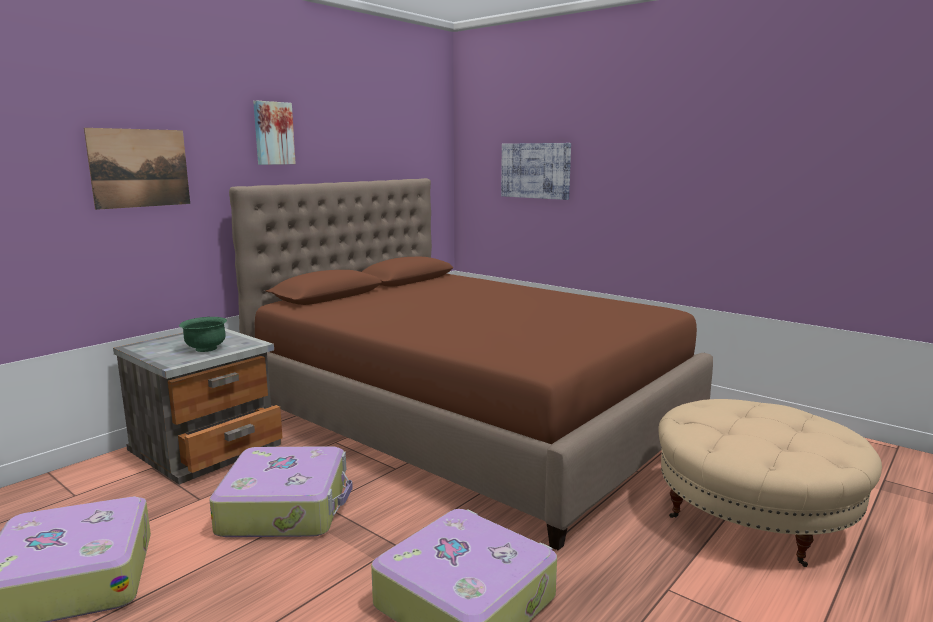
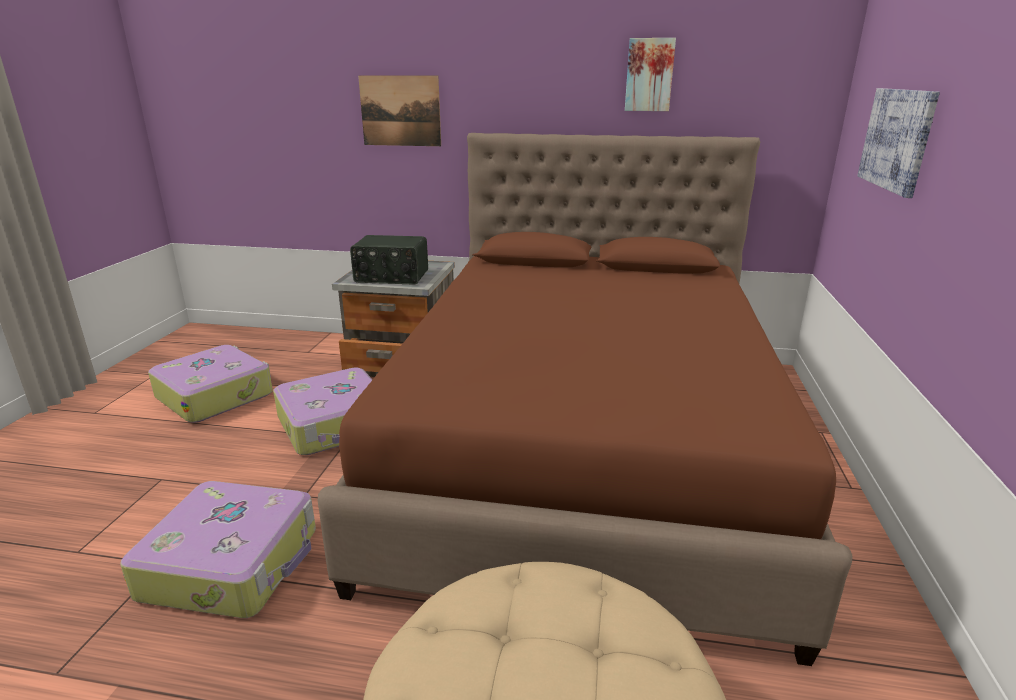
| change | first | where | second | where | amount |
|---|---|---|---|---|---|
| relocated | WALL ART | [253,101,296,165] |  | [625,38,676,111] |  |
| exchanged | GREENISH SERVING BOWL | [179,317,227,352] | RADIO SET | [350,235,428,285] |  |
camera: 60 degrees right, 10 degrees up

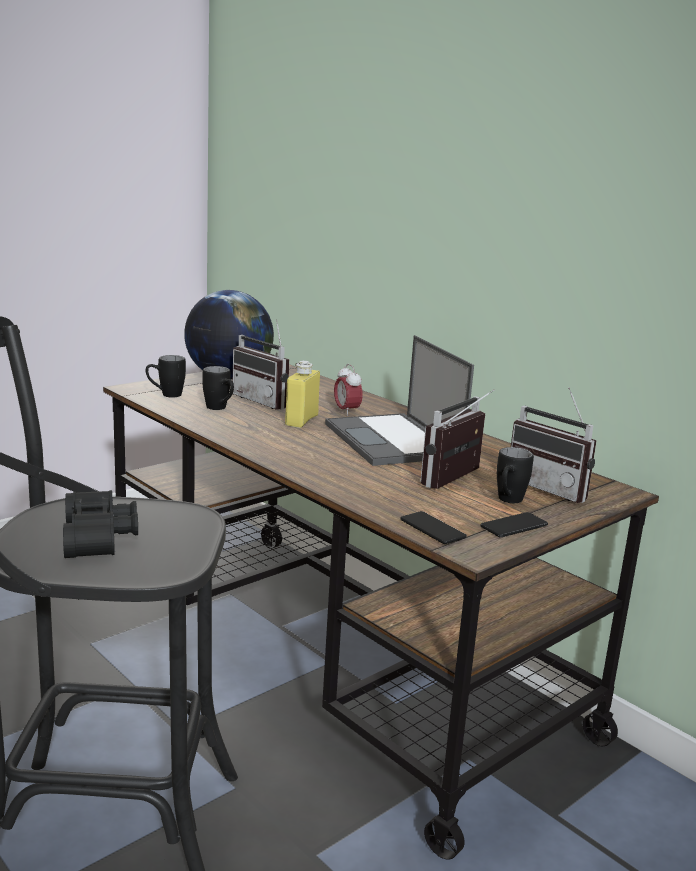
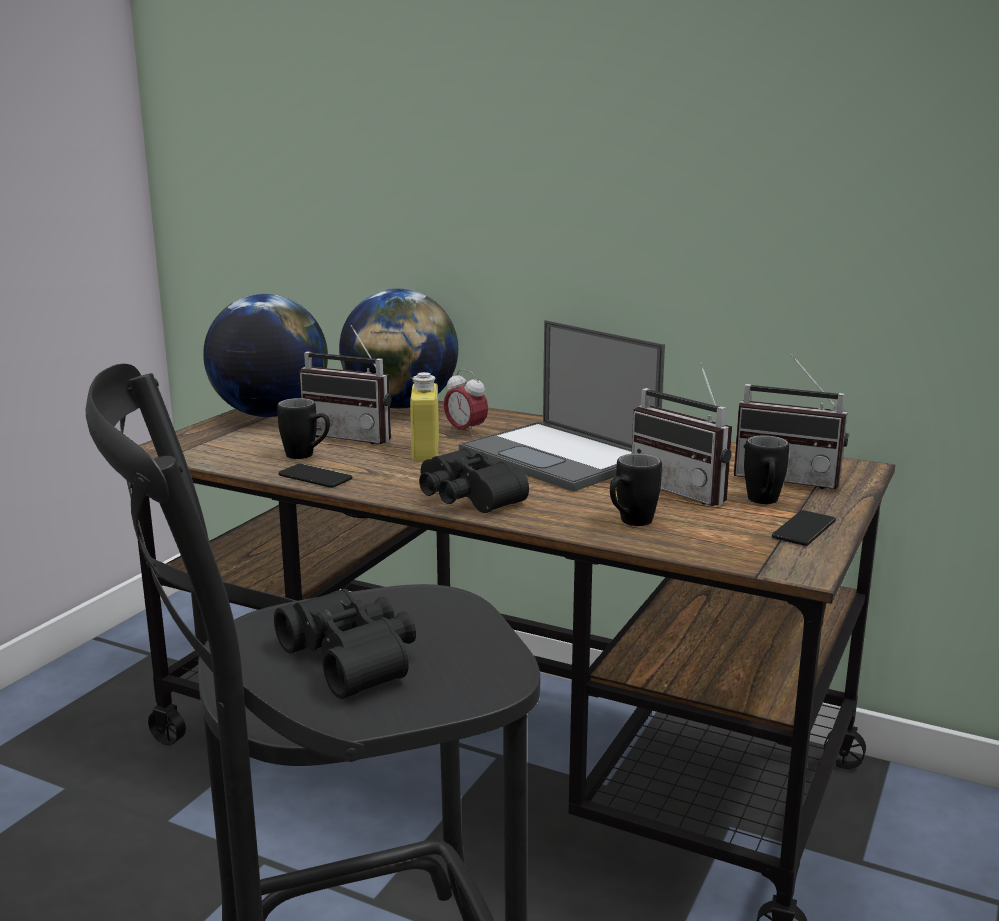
| change | first | where | second | where | amount |
|---|---|---|---|---|---|
| relocated | BLACKISH COFFEE MUG | [146,355,186,397] |  | [610,453,662,526] |  |
| spun | RADIO SET | [420,389,494,489] |  | [632,363,732,506] | 60 degrees counterclockwise |
| relocated | PHONE | [401,511,467,544] |  | [278,464,352,488] |  |
| appeared |  |  | WORLD GLOBE | [339,289,458,409] |  |
| appeared |  |  | BLACKISH BINOCULARS | [419,448,529,513] |  |
camera: 20 degrees left, 0 degrees up

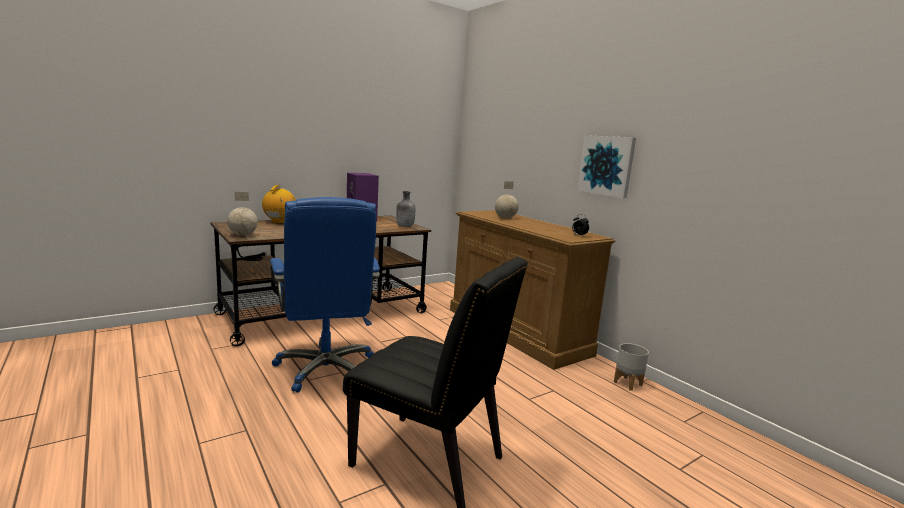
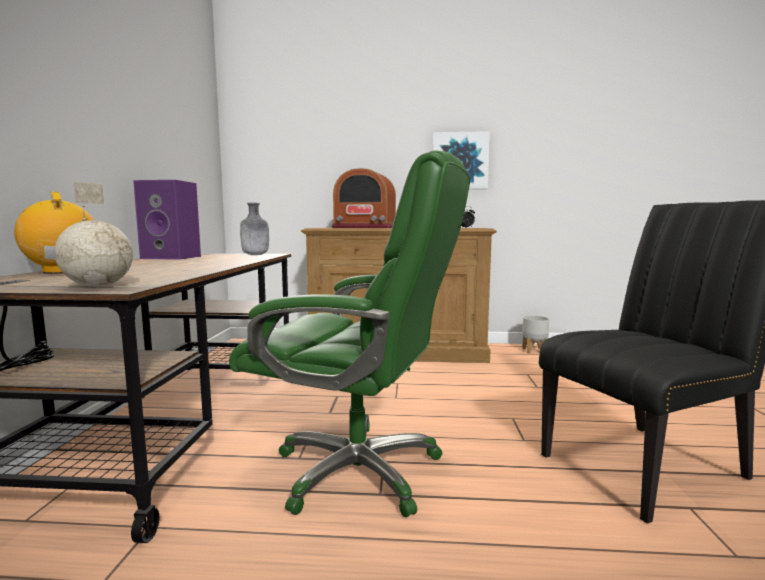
| change | first | where | second | where | amount |
|---|---|---|---|---|---|
| exchanged | WORLD GLOBE | [495,181,519,219] | RADIO SET | [332,169,396,228] |  |
| colour | BLUE-COLOURED OFFICE CHAIR | [270,197,380,393] | GREENISH OFFICE CHAIR | [229,151,470,518] |  |
camera: 50 degrees left, 5 degrees down

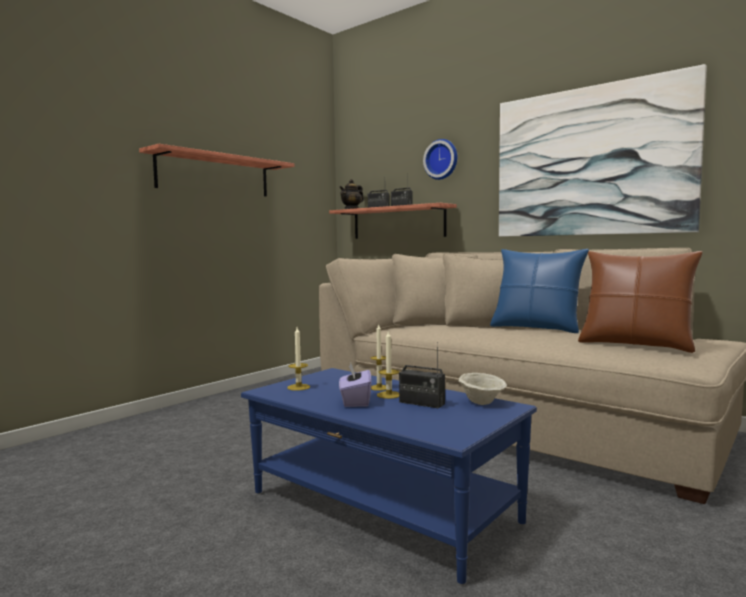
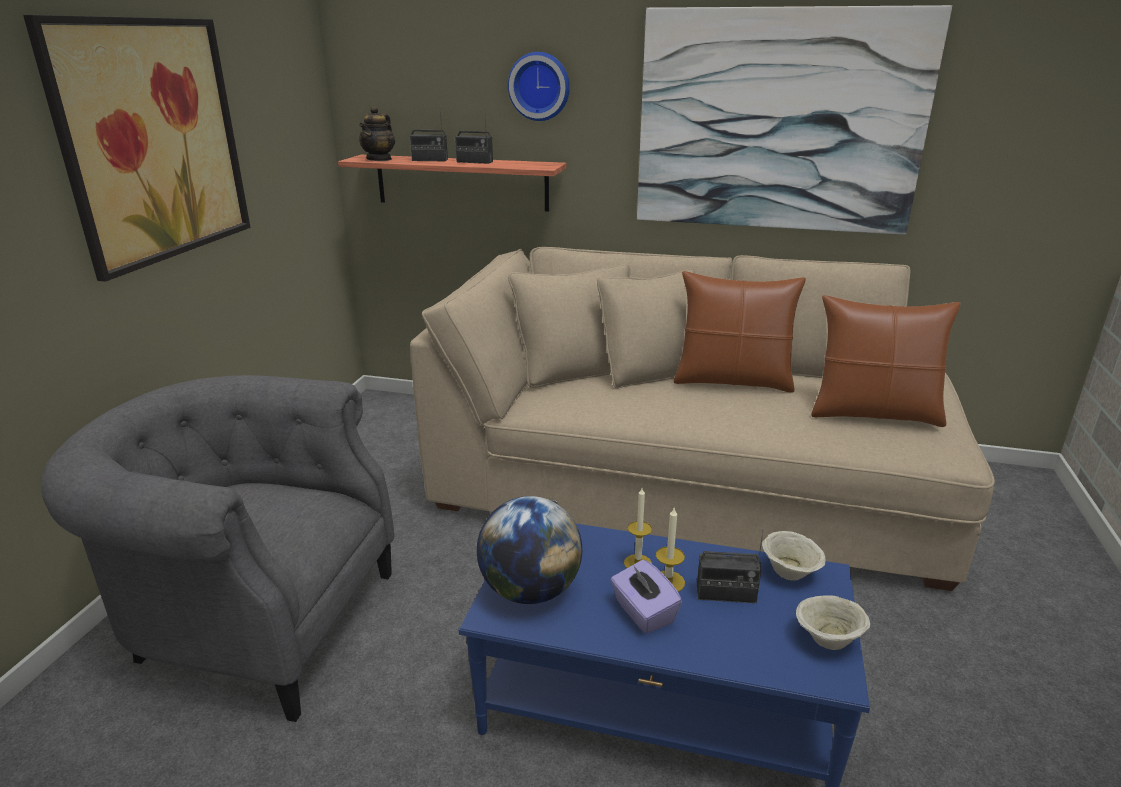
| change | first | where | second | where | amount |
|---|---|---|---|---|---|
| exchanged | WALL SHELF | [139,144,295,197] | WALL ART | [23,15,251,282] |  |
| colour | BLUE-COLOURED CUSHION | [490,249,589,333] | BROWN-COLOURED CUSHION | [673,271,806,393] |  |
| exchanged | CANDLE | [287,327,310,391] | WORLD GLOBE | [477,496,582,604] |  |
| appeared |  |  | GRAY EASY CHAIR | [41,375,394,722] |  |
| appeared |  |  | BEIGE-COLOURED SERVING BOWL | [796,595,870,650] |  |
camera: 25 degrees left, 20 degrees up

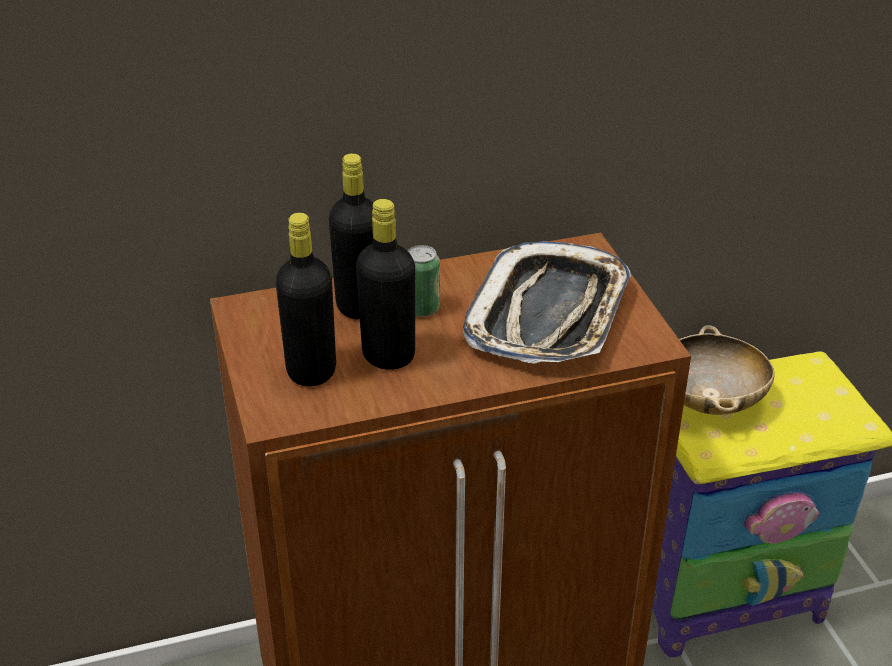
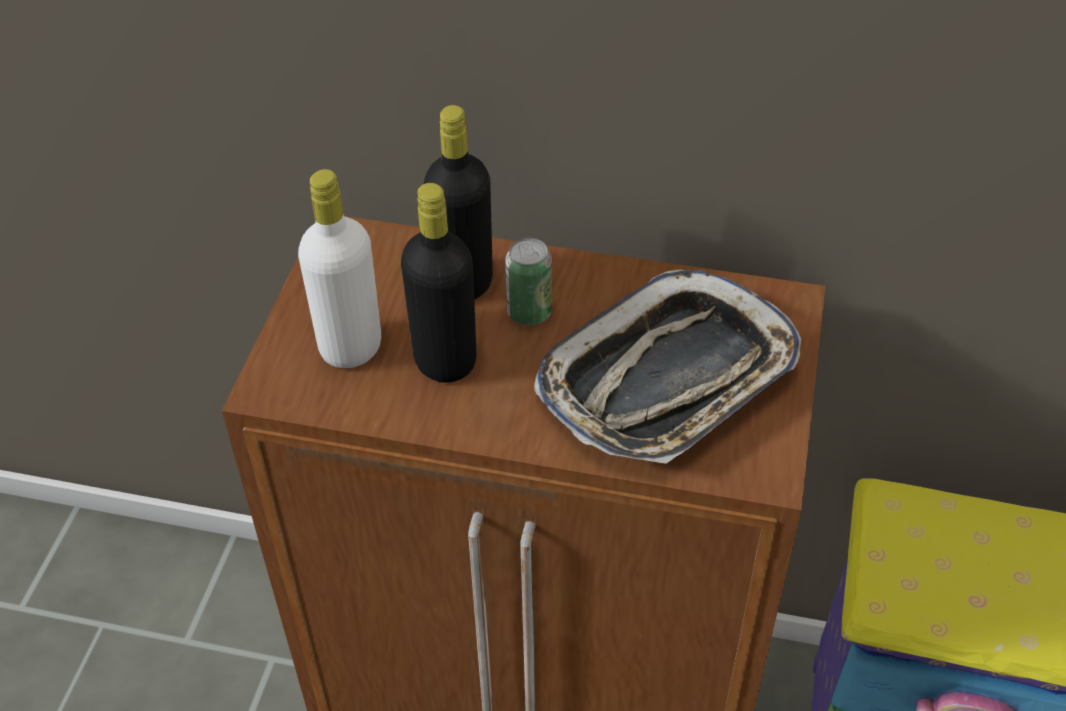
| change | first | where | second | where | amount |
|---|---|---|---|---|---|
| colour | BLACKISH BOTTLE | [276,213,336,387] | WHITE-COLOURED BOTTLE | [298,169,381,368] |  |
| missing | BEIGE-COLOURED SERVING BOWL | [679,325,775,415] |  |  |  |
camera: 30 degrees right, 10 degrees up

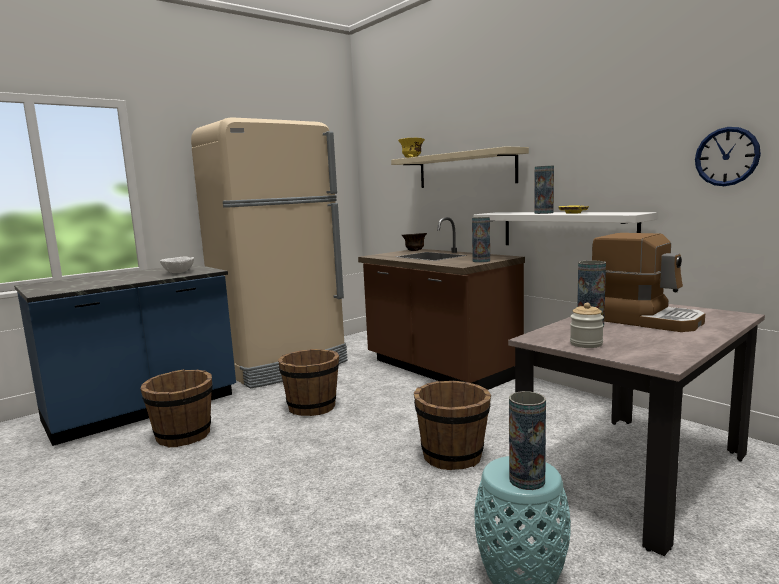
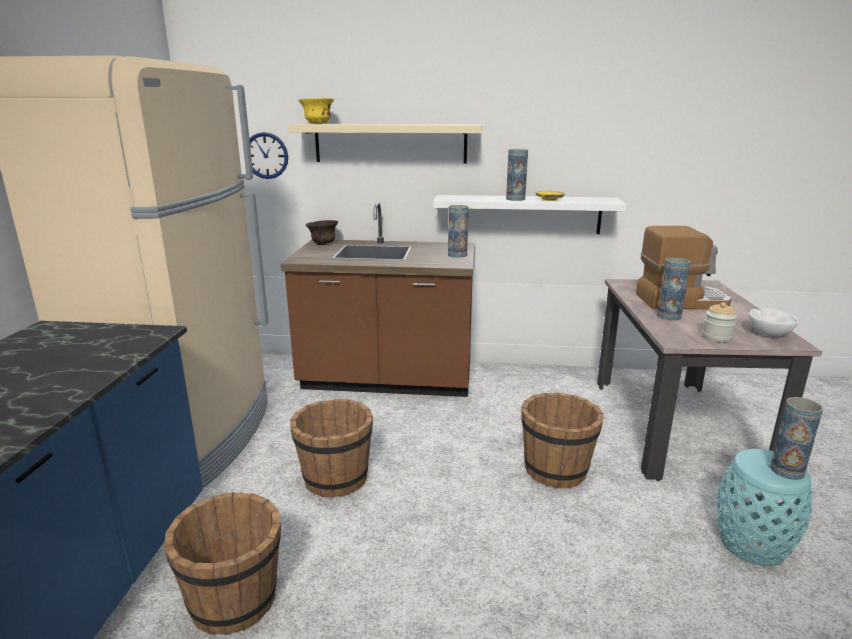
| change | first | where | second | where | amount |
|---|---|---|---|---|---|
| relocated | CLOCK ON THE WALL | [695,127,761,186] |  | [250,132,288,179] |  |
| relocated | WHITE-COLOURED SERVING BOWL | [160,257,194,273] |  | [749,308,798,337] |  |
camera: 45 degrees left, 10 degrees up

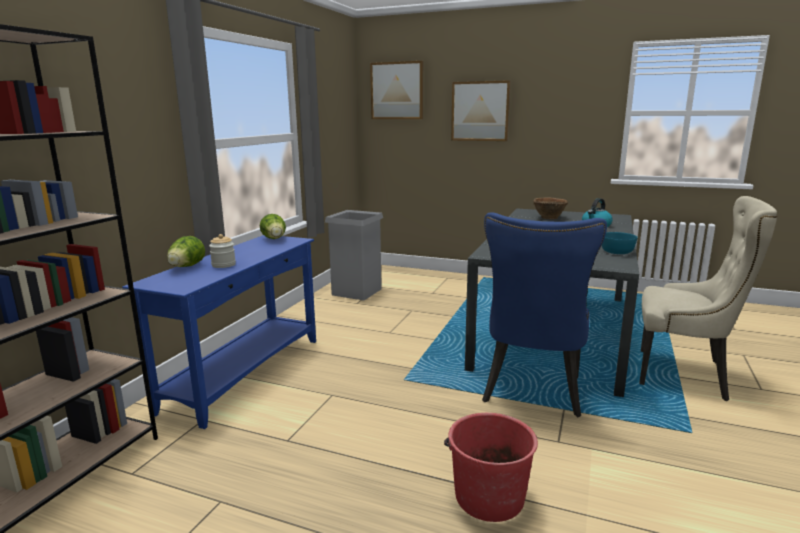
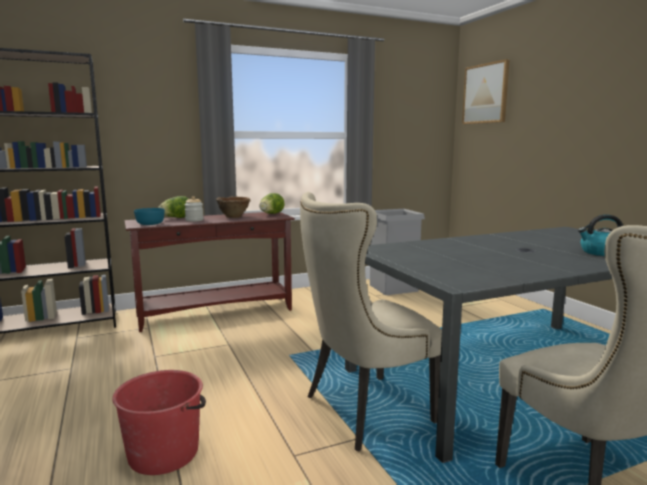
| change | first | where | second | where | amount |
|---|---|---|---|---|---|
| missing | WALL ART | [451,80,511,141] |  |  |  |
| relocated | BROWN-COLOURED SERVING BOWL | [533,197,568,219] |  | [216,197,251,218] |  |
| colour | BLUE-COLOURED PLAIN CHAIR | [482,213,607,417] | BEIGE-COLOURED PLAIN CHAIR | [300,192,442,451] |  |
| relocated | TURQUOISE SERVING BOWL | [602,232,637,254] |  | [134,208,165,225] |  |
| colour | BLUE-COLOURED NARROW TABLE | [122,235,316,429] | BROWN-COLOURED NARROW TABLE | [124,212,295,332] |  |
camera: 45 degrees right, 5 degrees down

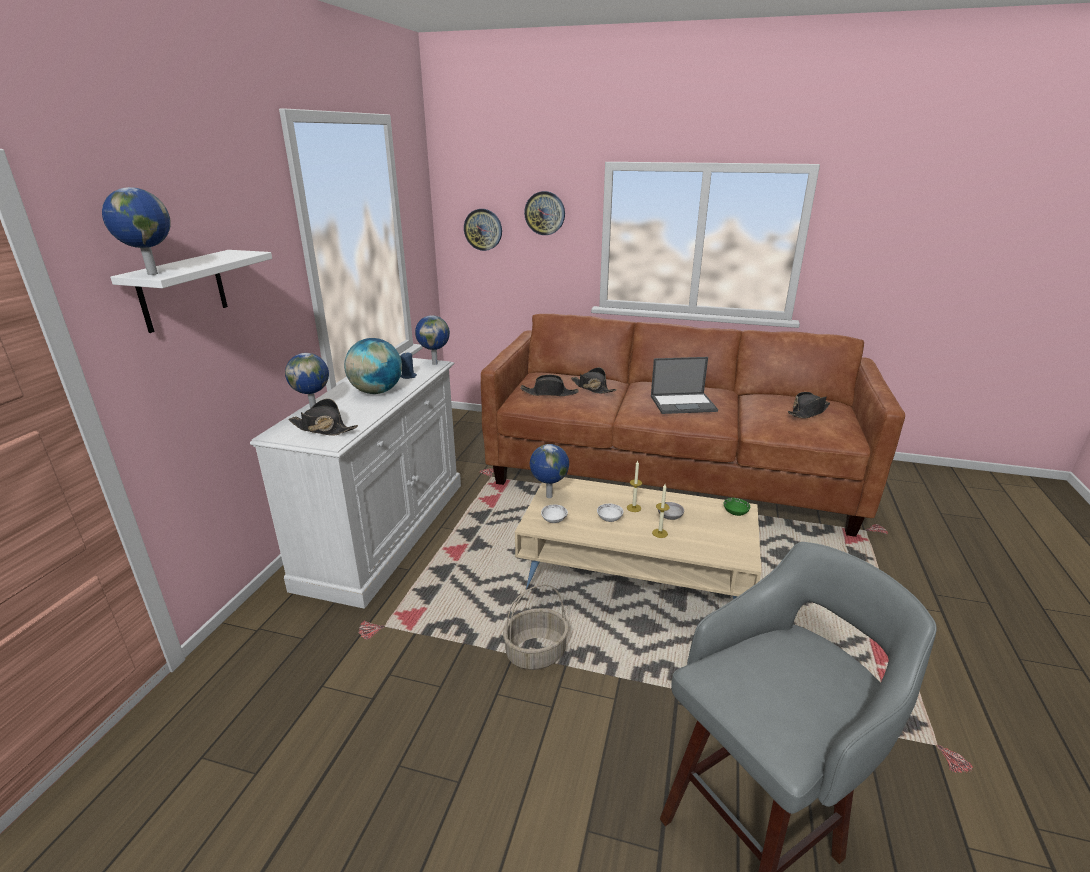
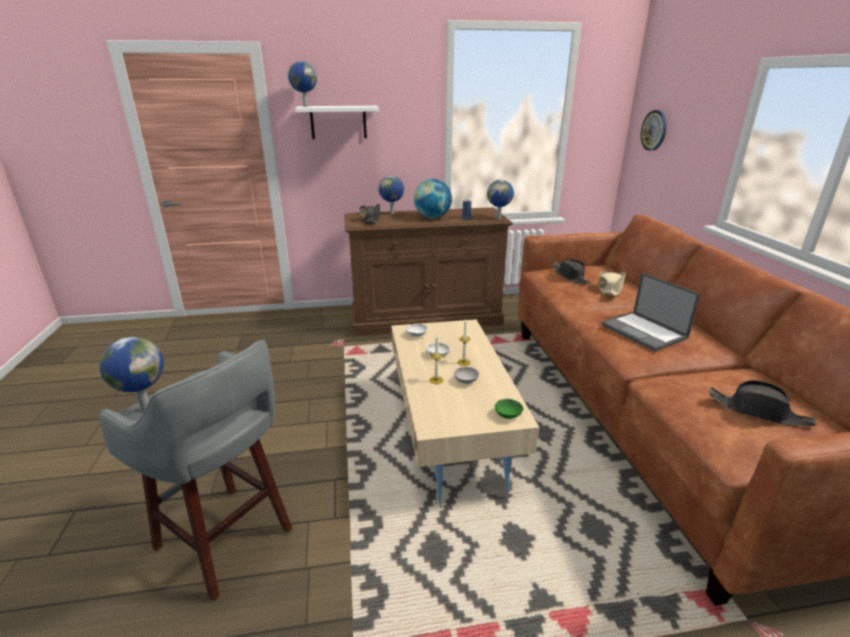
| change | first | where | second | where | amount |
|---|---|---|---|---|---|
| missing | CLOCK ON THE WALL | [524,191,565,235] |  |  |  |
| colour | WHITE-COLOURED CABINET | [250,358,461,609] | BROWN-COLOURED CABINET | [344,207,513,336] |  |
| colour | BLACKISH CLOTHING HAT | [571,367,617,394] | BEIGE-COLOURED CLOTHING HAT | [598,271,626,296] |  |
| relocated | WORLD GLOBE | [530,444,569,498] |  | [99,337,164,411] |  |
| missing | HOUSEHOLD BASKET | [503,584,569,670] |  |  |  |
camera: 65 degrees right, 0 degrees up

